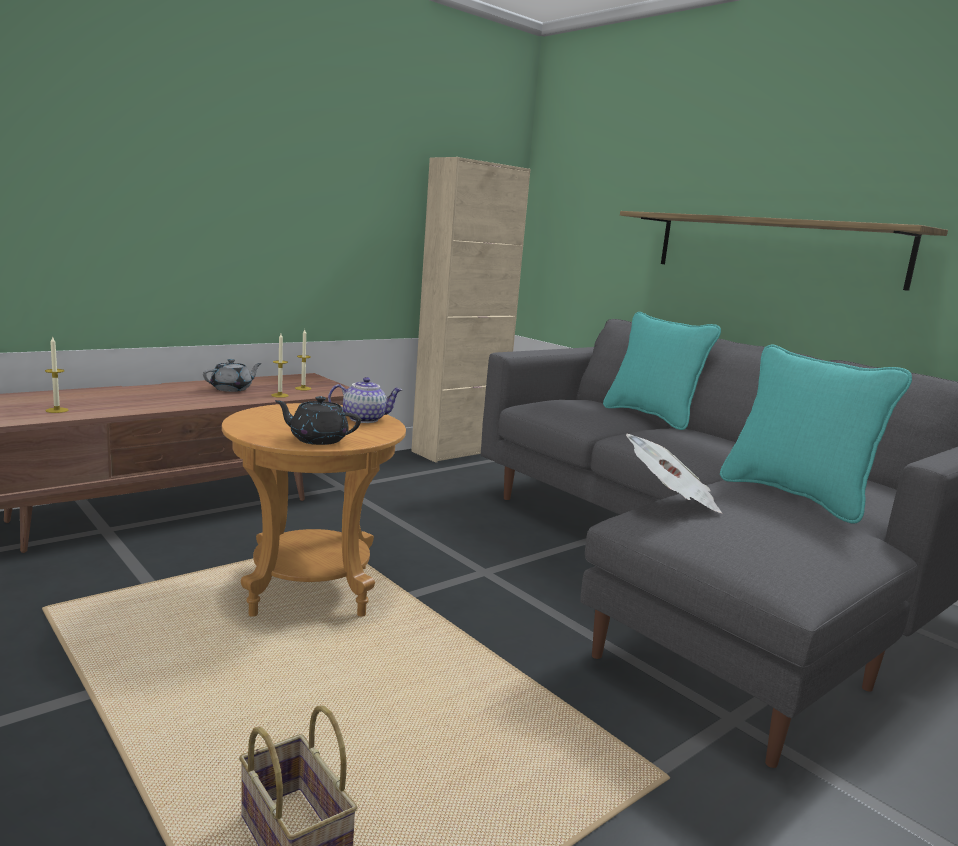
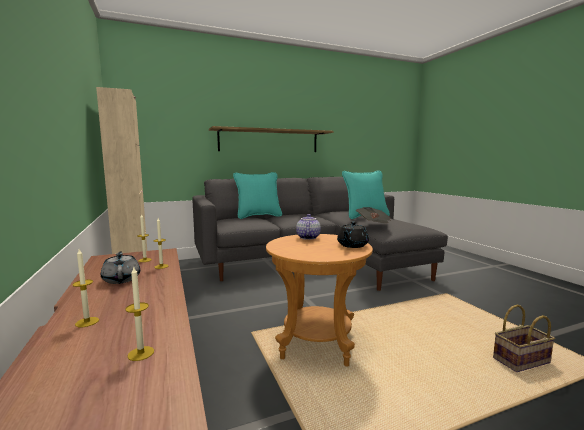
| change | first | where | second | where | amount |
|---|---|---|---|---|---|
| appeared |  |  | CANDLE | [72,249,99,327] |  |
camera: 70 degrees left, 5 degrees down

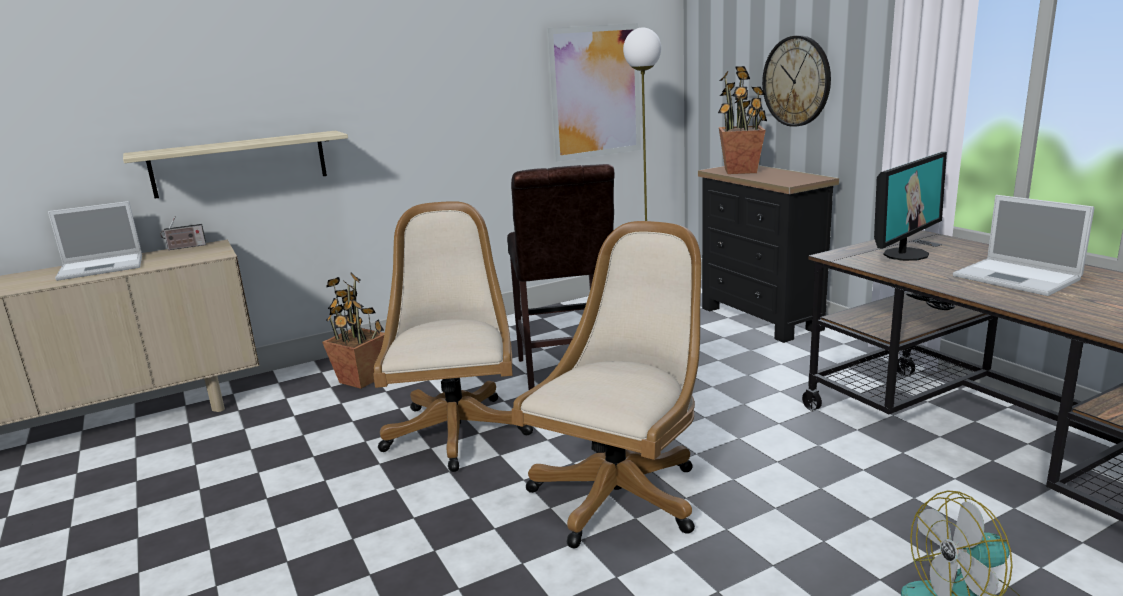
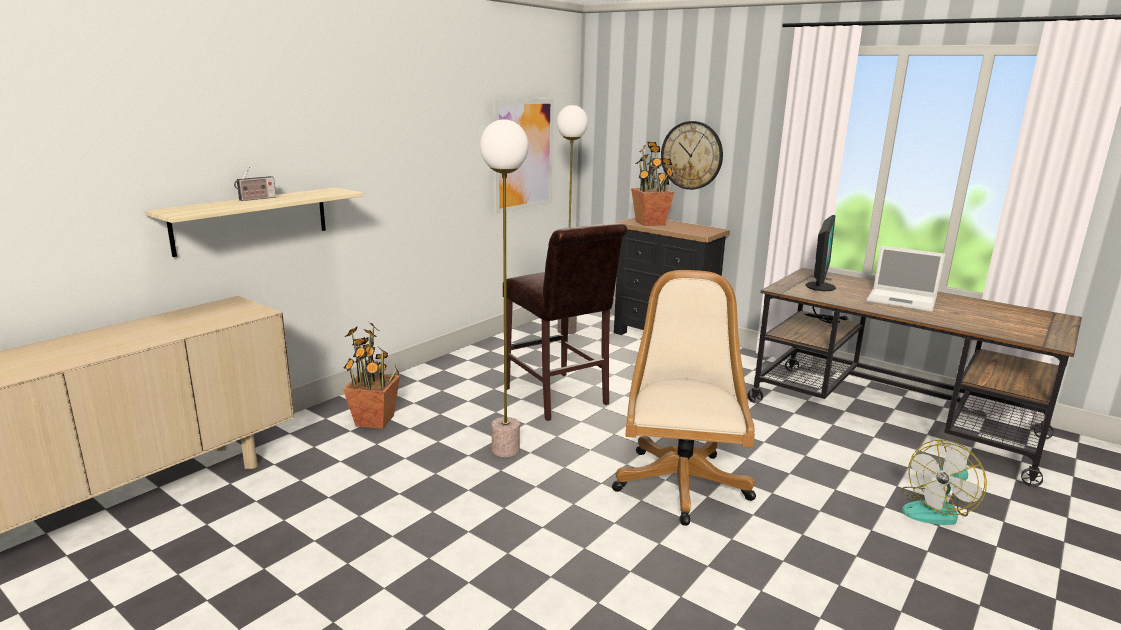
| change | first | where | second | where | amount |
|---|---|---|---|---|---|
| missing | NOTEBOOK COMPUTER | [48,201,142,281] |  |  |  |
| exchanged | OFFICE CHAIR | [373,201,533,472] | STANDARD LAMP | [480,119,529,457] |  |
| relocated | RADIO SET | [160,217,206,250] |  | [234,167,276,201] |  |
camera: 25 degrees left, 0 degrees up

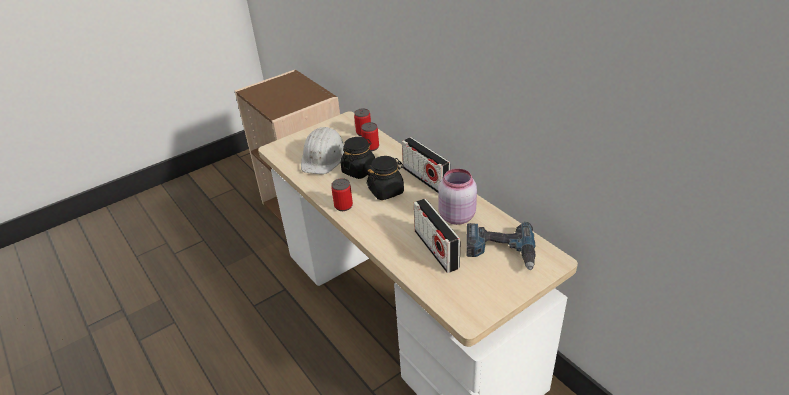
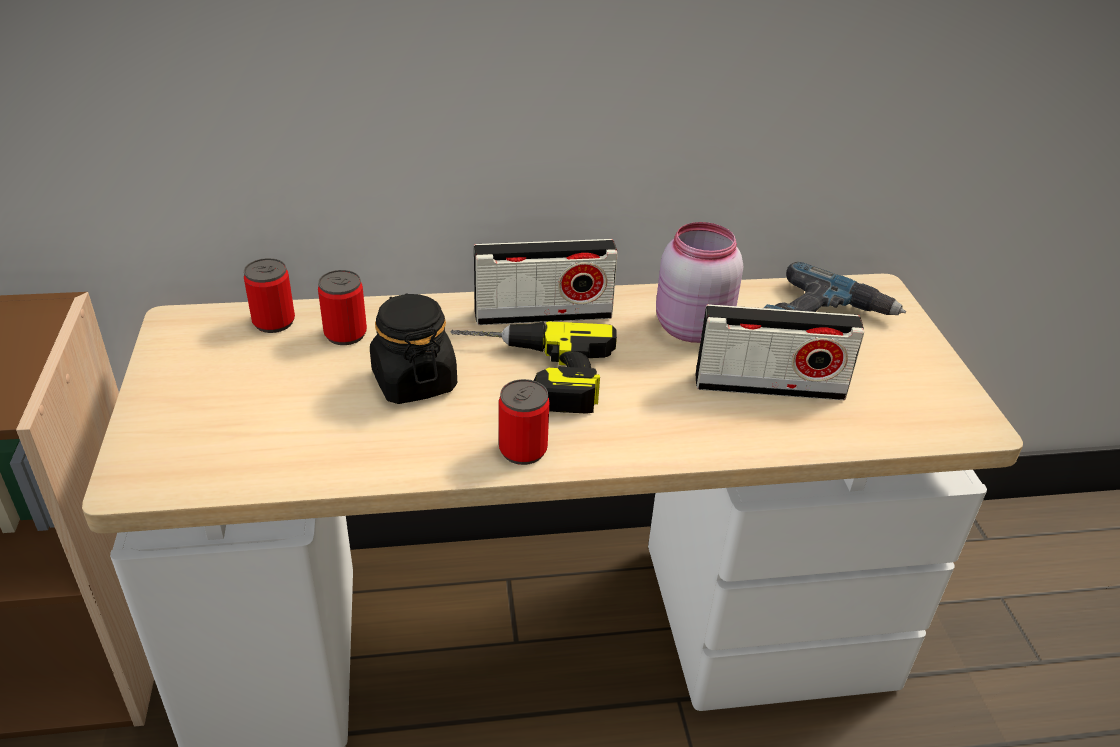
| change | first | where | second | where | amount |
|---|---|---|---|---|---|
| missing | WHITE-COLOURED HARD HAT | [301,127,344,174] |  |  |  |
| exchanged | BLACKISH STORAGE JAR | [366,156,404,200] | POWER DRILL | [450,321,617,414] |  |
camera: 65 degrees left, 0 degrees up

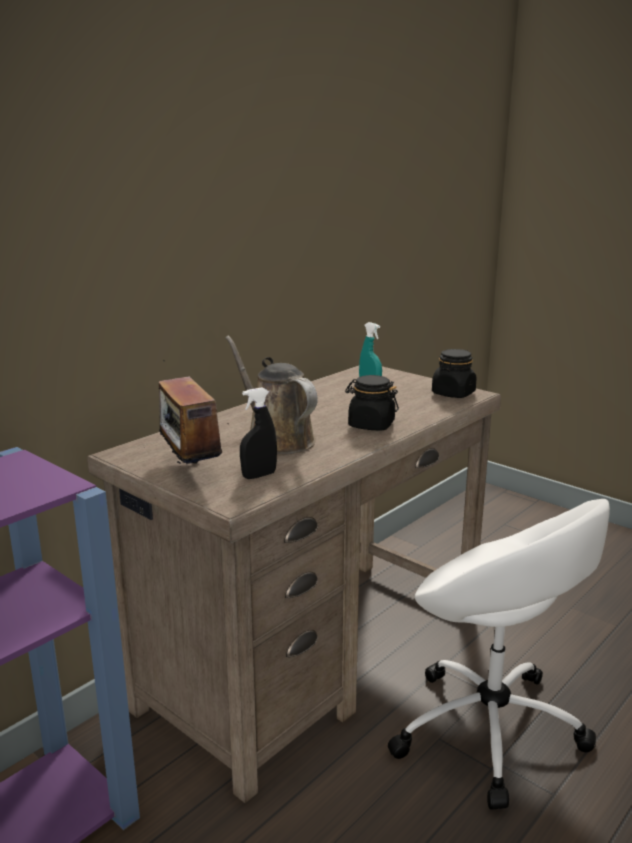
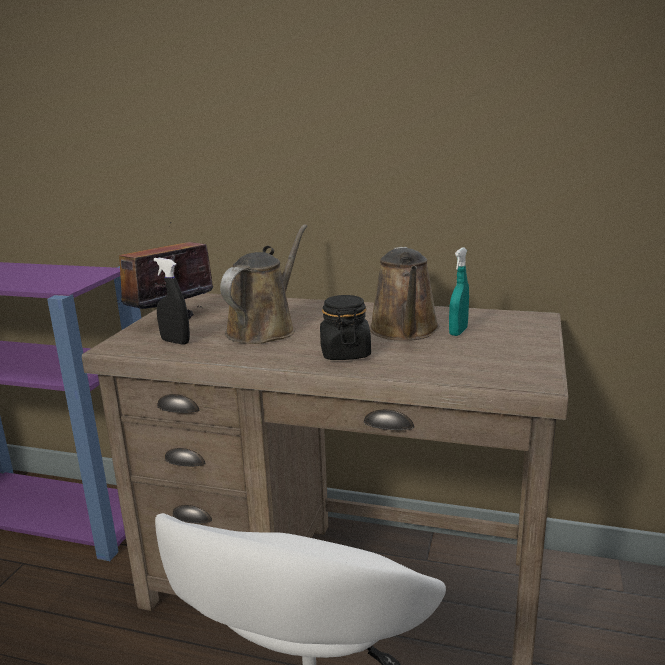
| change | first | where | second | where | amount |
|---|---|---|---|---|---|
| missing | BLACKISH STORAGE JAR | [432,349,477,398] |  |  |  |
| appeared |  |  | BROWN-COLOURED SPRINKLING CAN | [369,247,440,341] |  |
camera: 65 degrees right, 0 degrees up

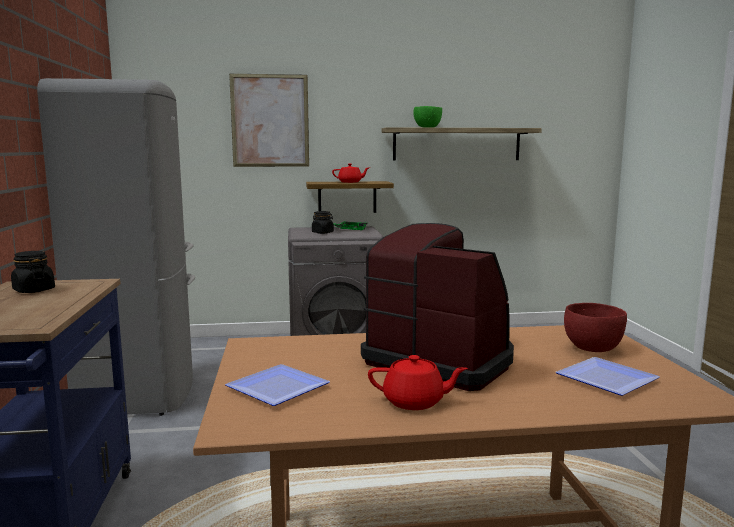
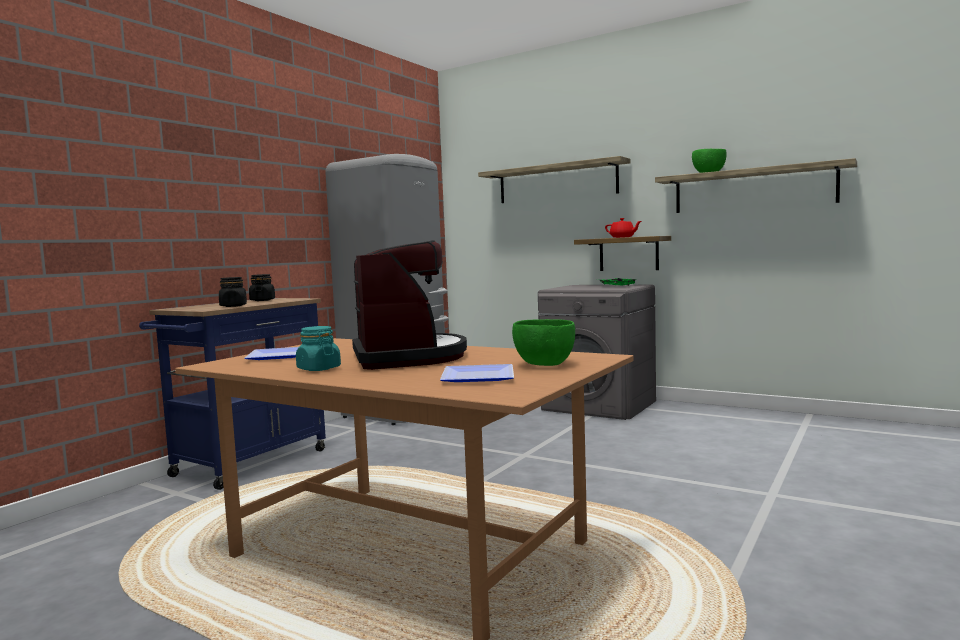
| change | first | where | second | where | amount |
|---|---|---|---|---|---|
| exchanged | WALL ART | [229,74,309,167] | WALL SHELF | [478,156,631,203] |  |
| relocated | BLACKISH STORAGE JAR | [312,211,334,234] |  | [219,277,247,307] |  |
| colour | RED SERVING BOWL | [564,303,627,352] | GREENISH SERVING BOWL | [512,319,575,366] |  |
| exchanged | RED POT FOR TEA | [368,355,468,410] | TURQUOISE STORAGE JAR | [296,326,341,371] |  |
camera: 40 degrees right, 5 degrees down

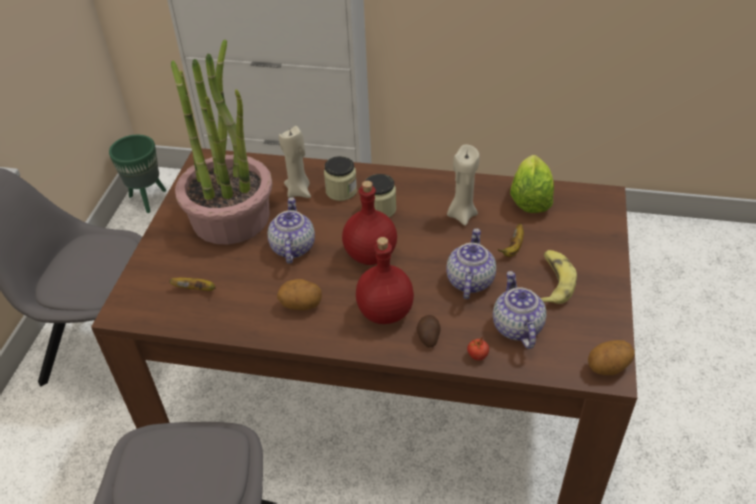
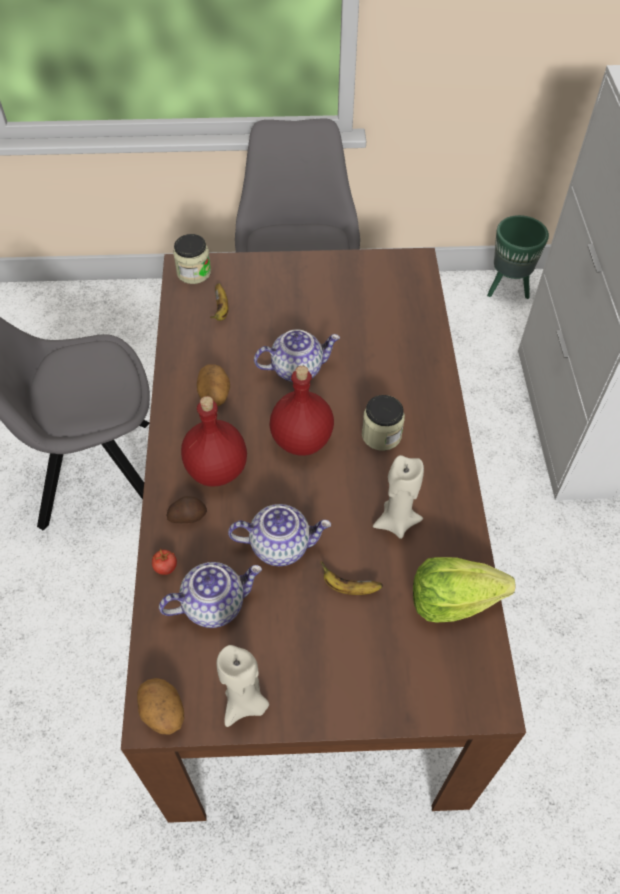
| change | first | where | second | where | amount |
|---|---|---|---|---|---|
| missing | HOUSEPLANT | [171,39,272,245] |  |  |  |
| relocated | BEIGE-COLOURED CANDLE | [279,126,311,198] |  | [216,645,269,727] |  |
| relocated | STORAGE JAR | [324,156,357,201] |  | [173,234,211,284] |  |
| missing | WHOLE BANANA | [541,250,577,304] |  |  |  |
camera: 75 degrees right, 10 degrees up

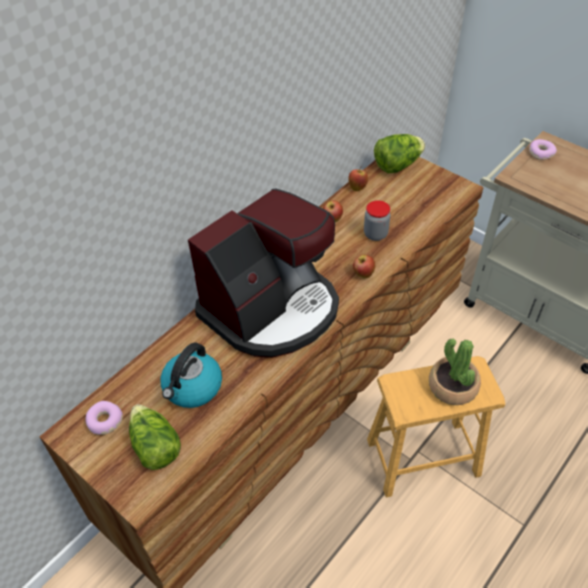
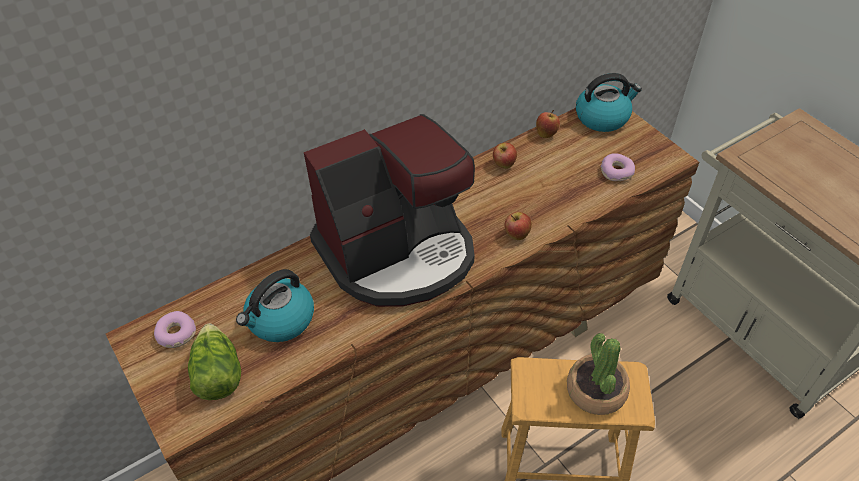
| change | first | where | second | where | amount |
|---|---|---|---|---|---|
| exchanged | LETTUCE HEAD | [374,134,425,173] | TEA KETTLE | [576,73,642,132] |  |
| relocated | DONUT | [529,139,557,160] |  | [601,153,635,181] |  |
| missing | STORAGE JAR | [364,200,391,241] |  |  |  |
camera: 15 degrees right, 0 degrees up

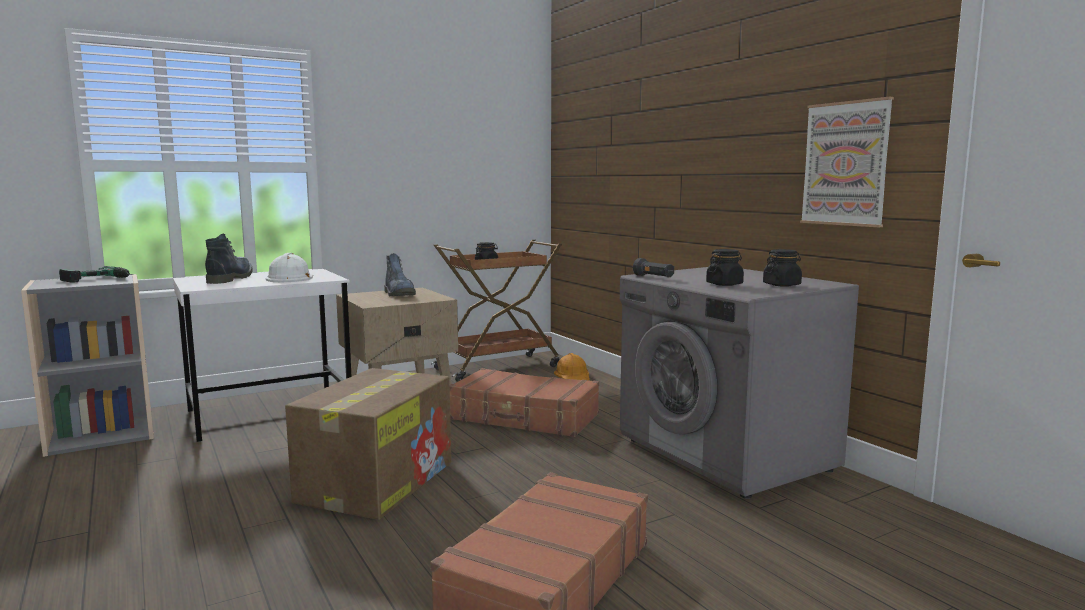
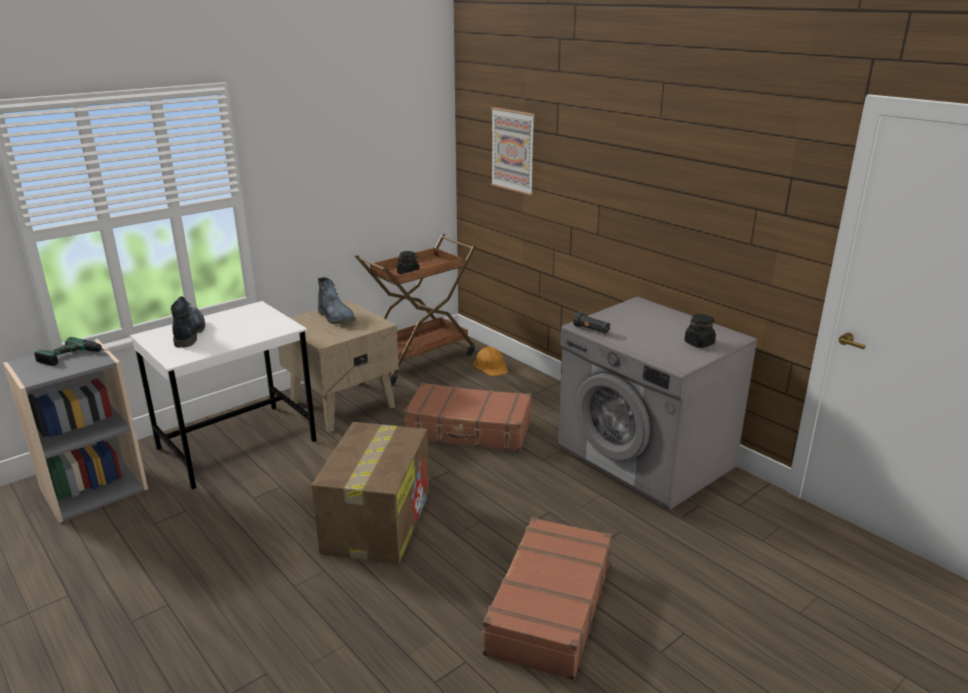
| change | first | where | second | where | amount |
|---|---|---|---|---|---|
| relocated | WALL ART | [800,97,894,227] |  | [491,107,535,195] |  |
| missing | BLACKISH STORAGE JAR | [706,249,744,286] |  |  |  |
| missing | WHITE-COLOURED HARD HAT | [266,253,313,282] |  |  |  |
camera: 10 degrees left, 15 degrees up

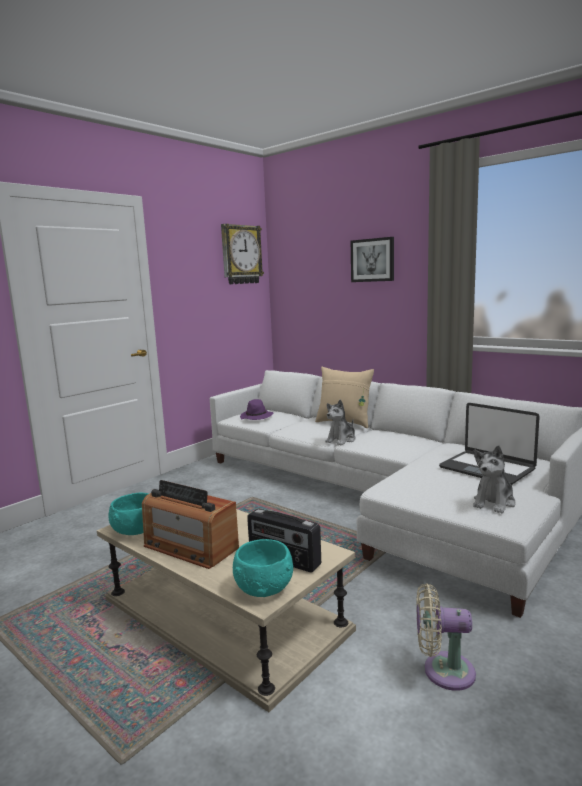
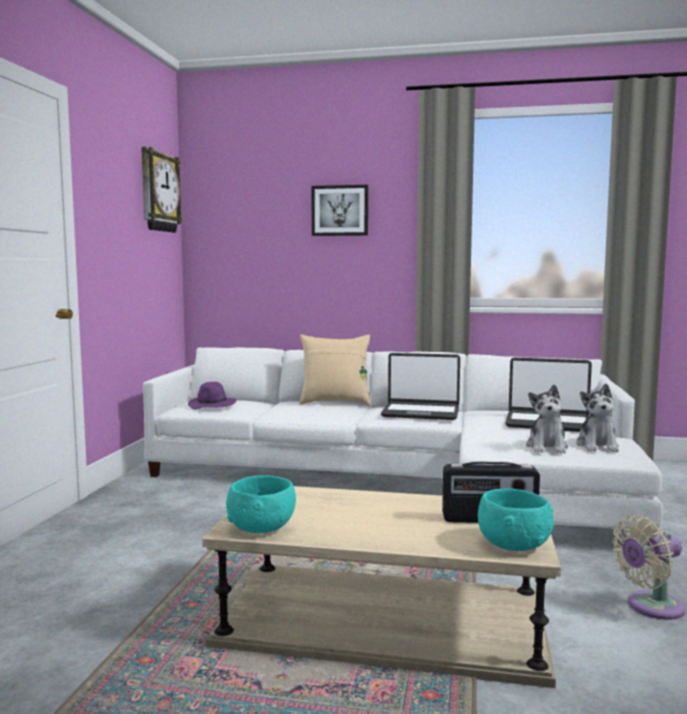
| change | first | where | second | where | amount |
|---|---|---|---|---|---|
| relocated | CUDDLY TOY | [325,400,356,445] |  | [526,384,568,454] |  |
| missing | RADIO SET | [142,480,239,569] |  |  |  |
| appeared |  |  | NOTEBOOK COMPUTER | [381,353,460,420] |  |
camera: 30 degrees left, 5 degrees down

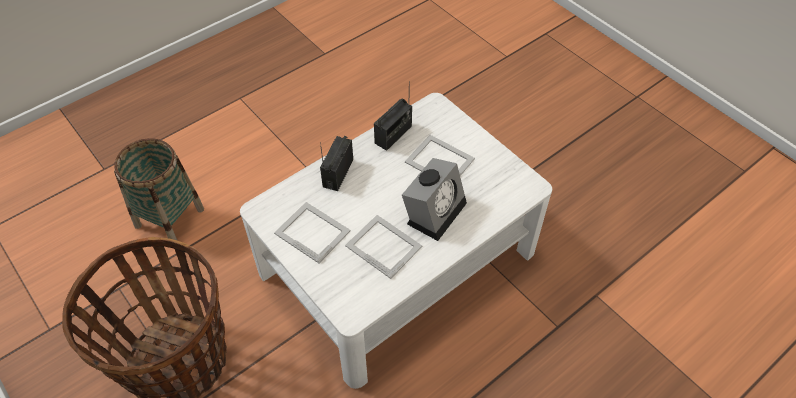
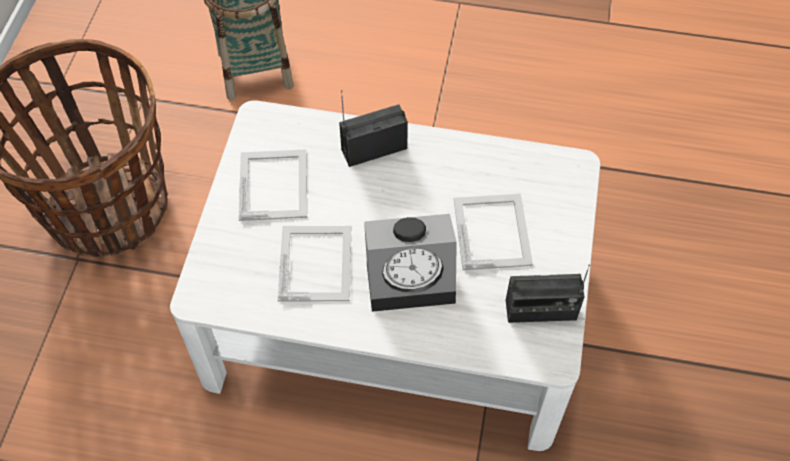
| change | first | where | second | where | amount |
|---|---|---|---|---|---|
| relocated | RADIO SET | [374,81,412,151] |  | [506,264,590,323] |  |
camera: 50 degrees right, 5 degrees up

